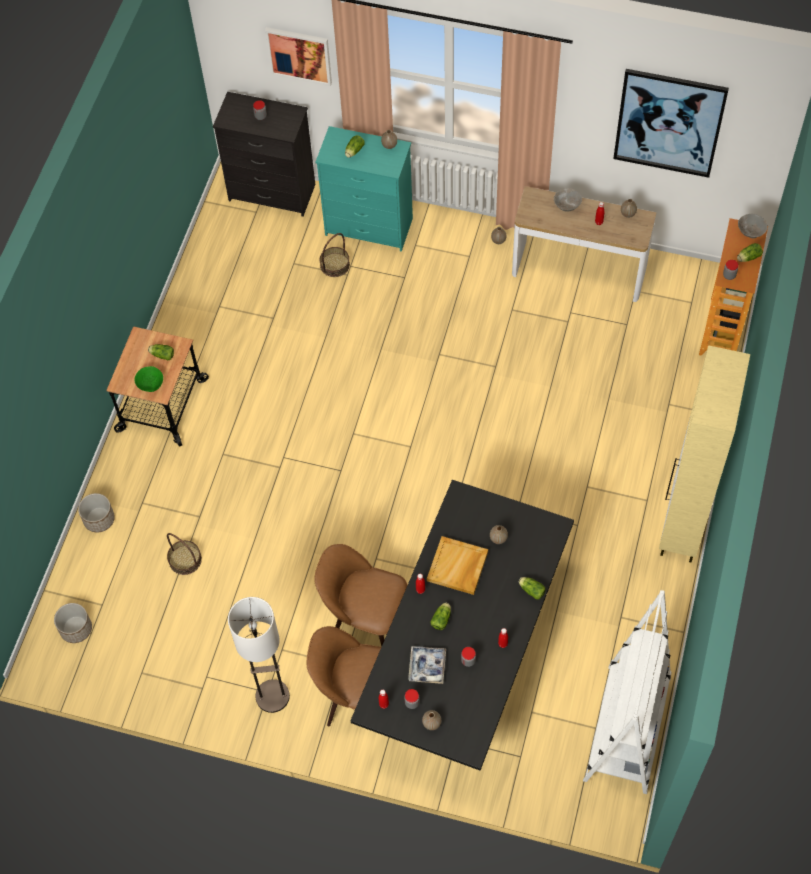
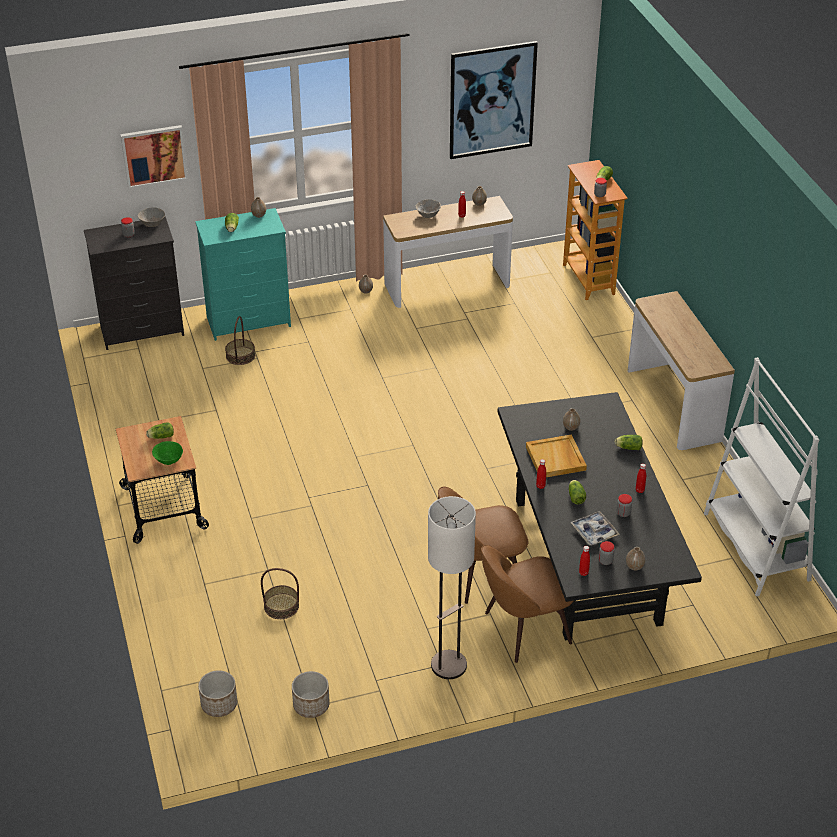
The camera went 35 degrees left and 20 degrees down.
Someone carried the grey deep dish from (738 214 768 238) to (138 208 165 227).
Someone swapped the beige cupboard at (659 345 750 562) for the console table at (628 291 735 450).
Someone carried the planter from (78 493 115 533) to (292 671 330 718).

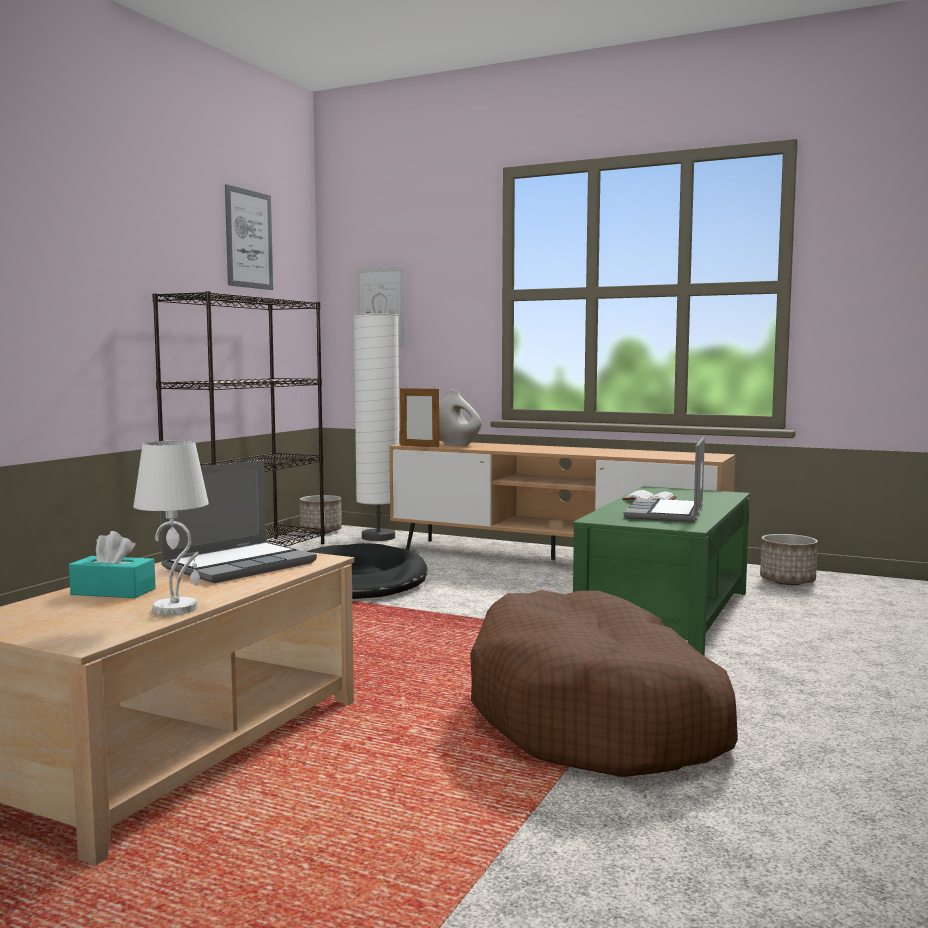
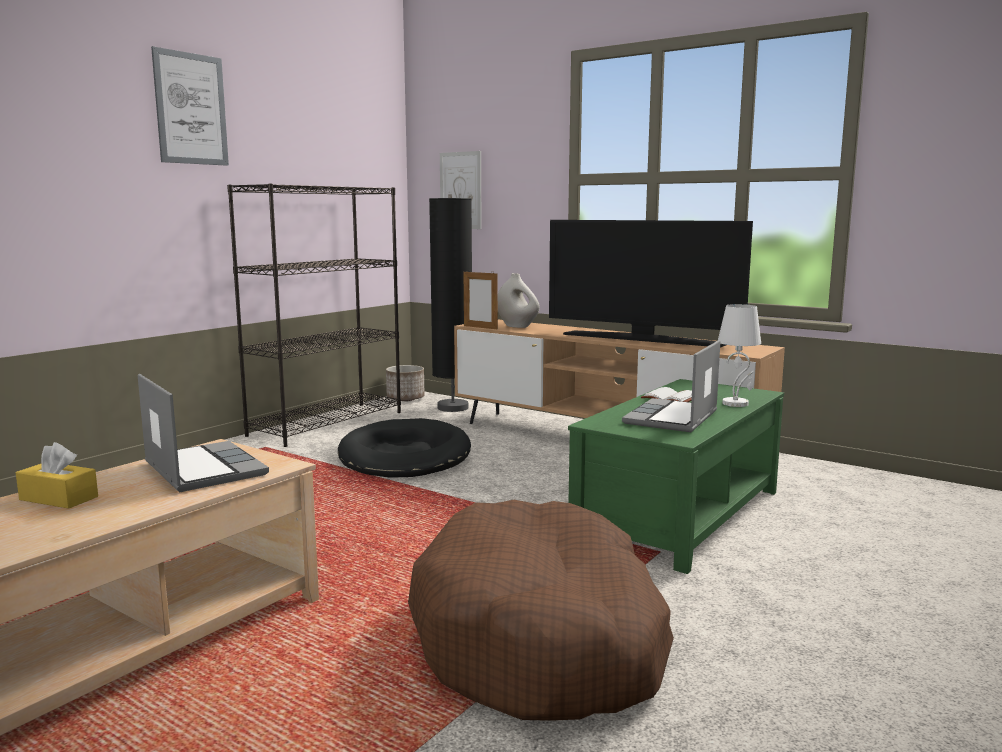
The camera went 10 degrees right and 5 degrees up.
Someone carried the picture from (225 184 273 290) to (151 46 229 166).
Someone repainted the whitish standing lamp at (354 313 399 541), which became the blackish standing lamp at (429 198 472 412).
Someone carried the whitish lamp for a table from (133 441 209 615) to (718 304 761 407).
Someone rotated the notebook computer at (160 460 317 583) by 90 degrees counterclockwise.
Someone repainted the turquoise-coloured tissue box at (69 531 156 598), which became the yellow-coloured tissue box at (16 442 98 509).
Someone took away the planter at (760 534 818 585).
Someone put down the television at (549 220 753 347).

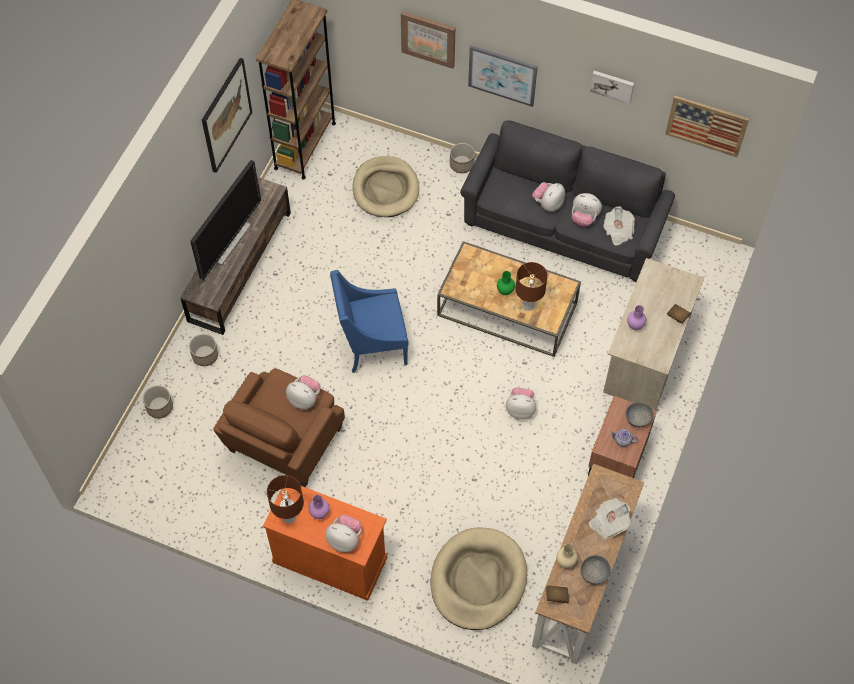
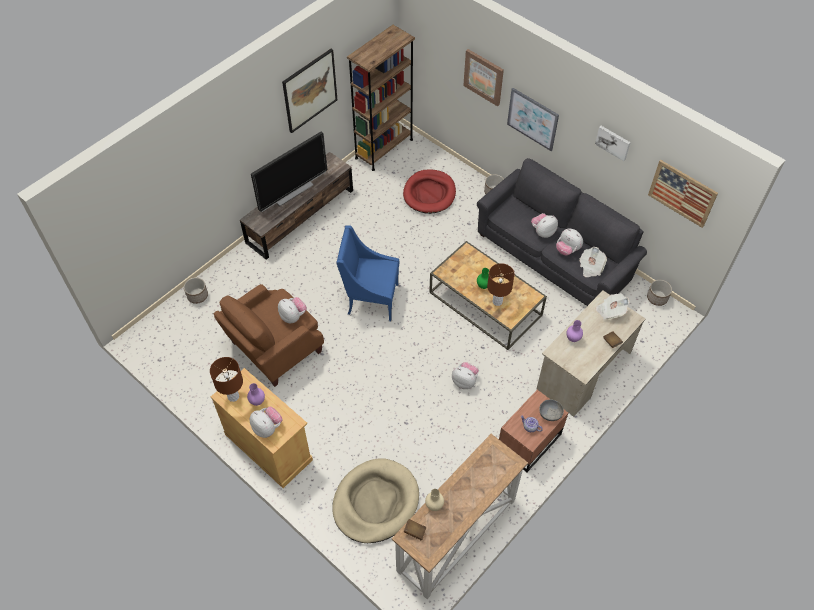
The camera went 20 degrees right and 5 degrees down.
Someone repainted the beige pet bed at (353 156 419 217), which became the reddish pet bed at (403 169 456 214).
Someone carried the planter from (189 334 218 366) to (647 280 672 306).
Someone repainted the orange-coloured cupboard at (263 486 387 601), which became the beige cupboard at (211 368 313 488).
Someone carried the daily paper from (589 498 631 539) to (595 293 630 320).
Someone took away the grey deep dish at (580 555 611 584).

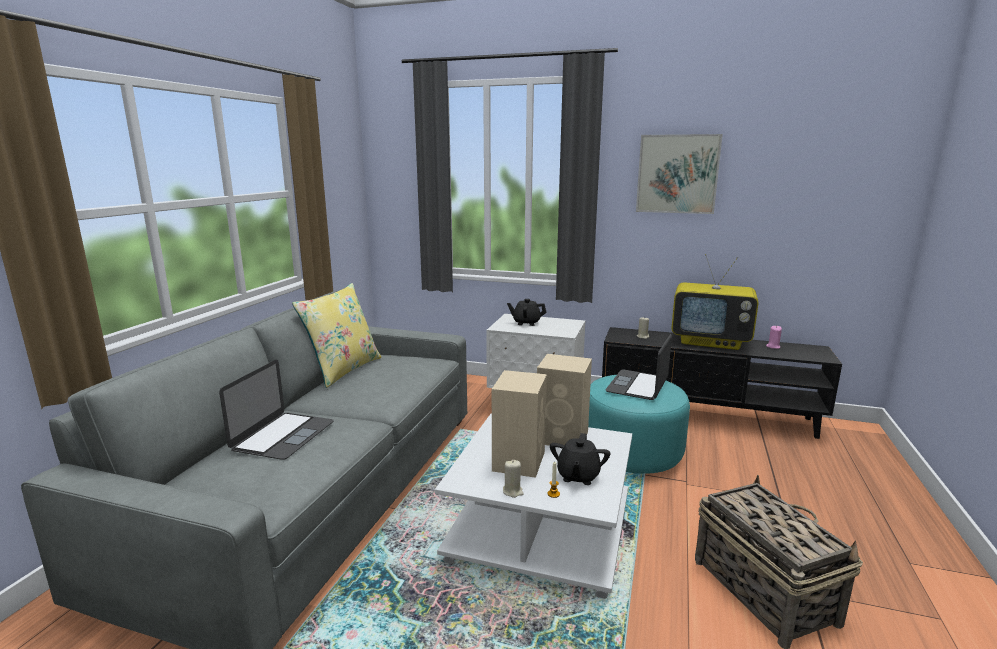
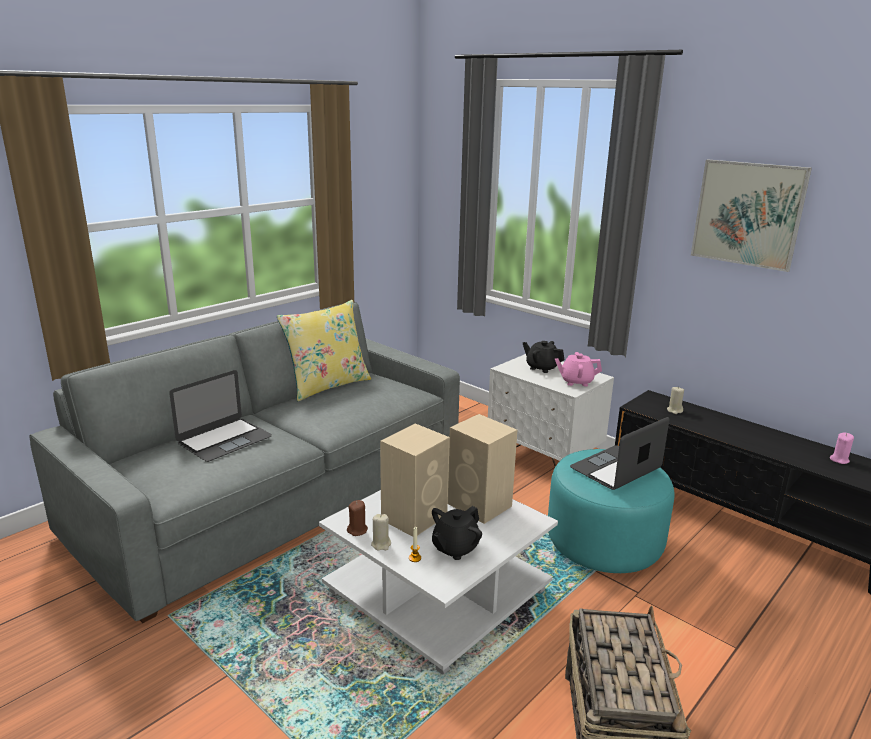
The camera went 25 degrees right and 5 degrees up.
Someone took away the television at (672 254 759 350).
Someone put down the pinkish tea pot at (555 352 602 386).
Someone put down the brown-coloured wax light at (347 500 368 536).

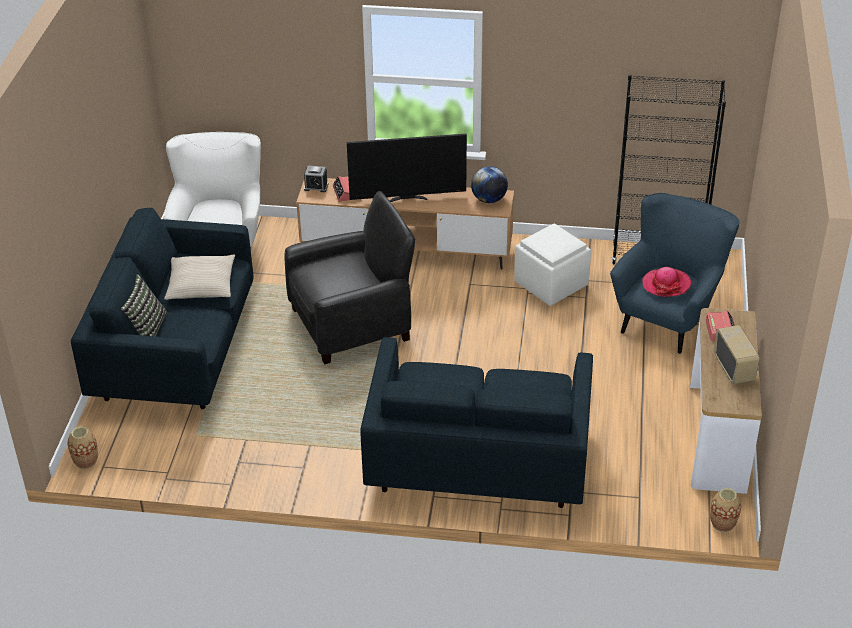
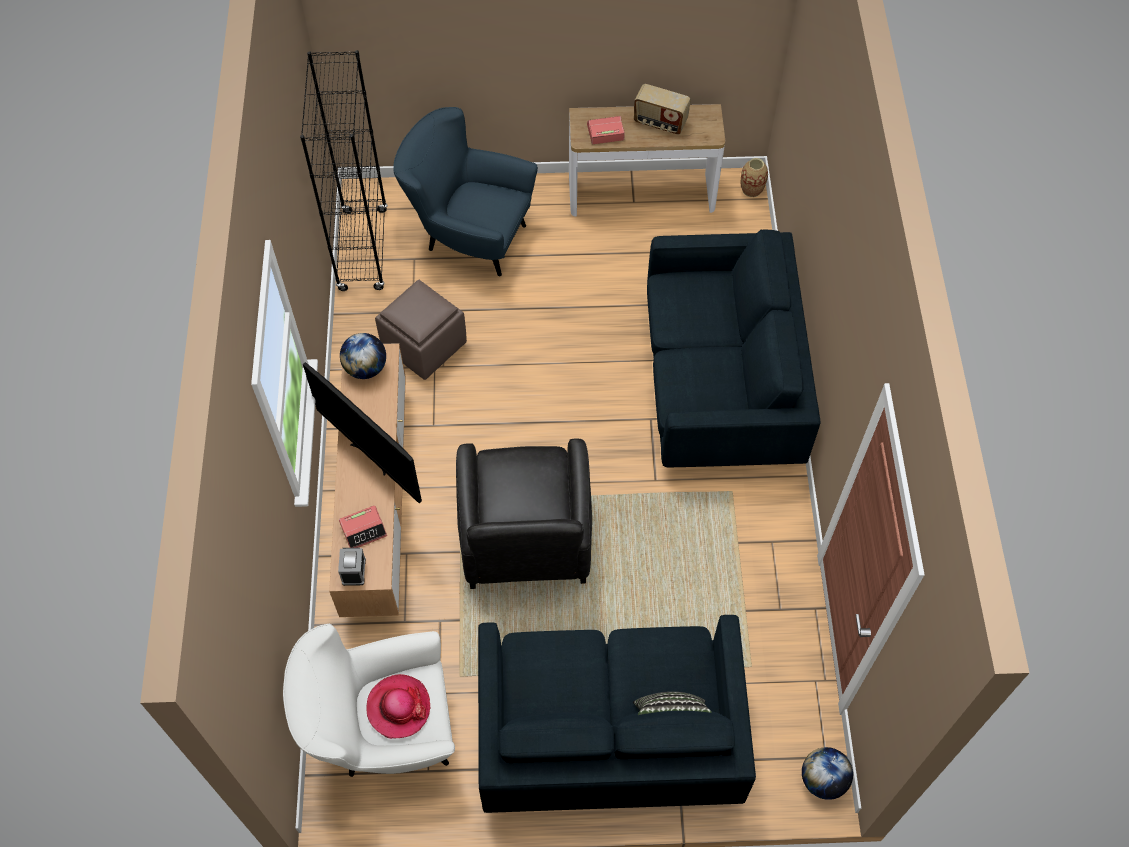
The camera went 100 degrees left and 20 degrees up.
Someone rotated the television at (347 134 467 202) by 150 degrees clockwise.
Someone rotated the blackish armchair at (285 191 415 364) by 150 degrees counterclockwise.
Someone repainted the whitish footrest at (514 223 591 306), which became the brown-coloured footrest at (375 279 467 380).
Someone took away the beige cushion at (164 254 235 300).
Someone carried the hat from (642 267 691 297) to (366 674 430 739).
Someone rotated the radio receiver at (714 325 759 384) by 135 degrees counterclockwise.
Someone swapped the flower vase at (68 427 98 469) for the desk globe at (802 747 853 800).

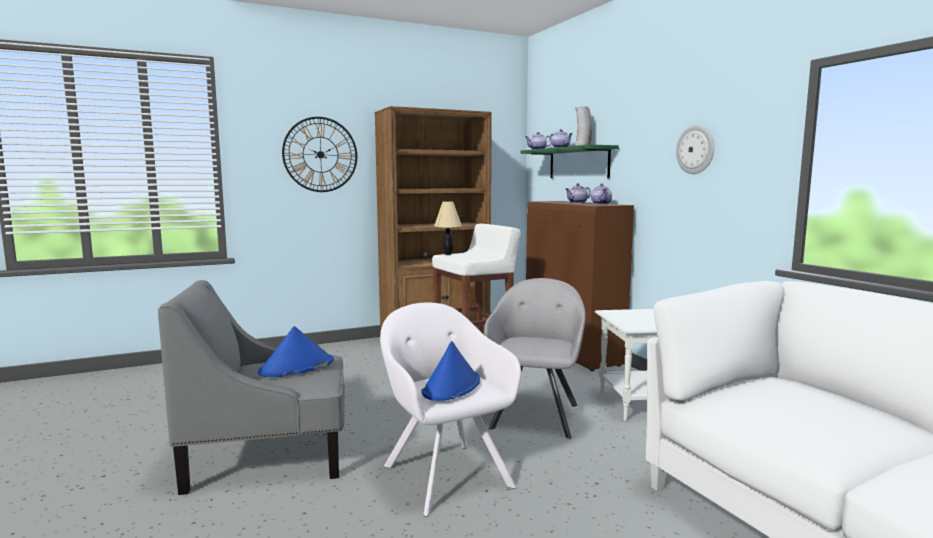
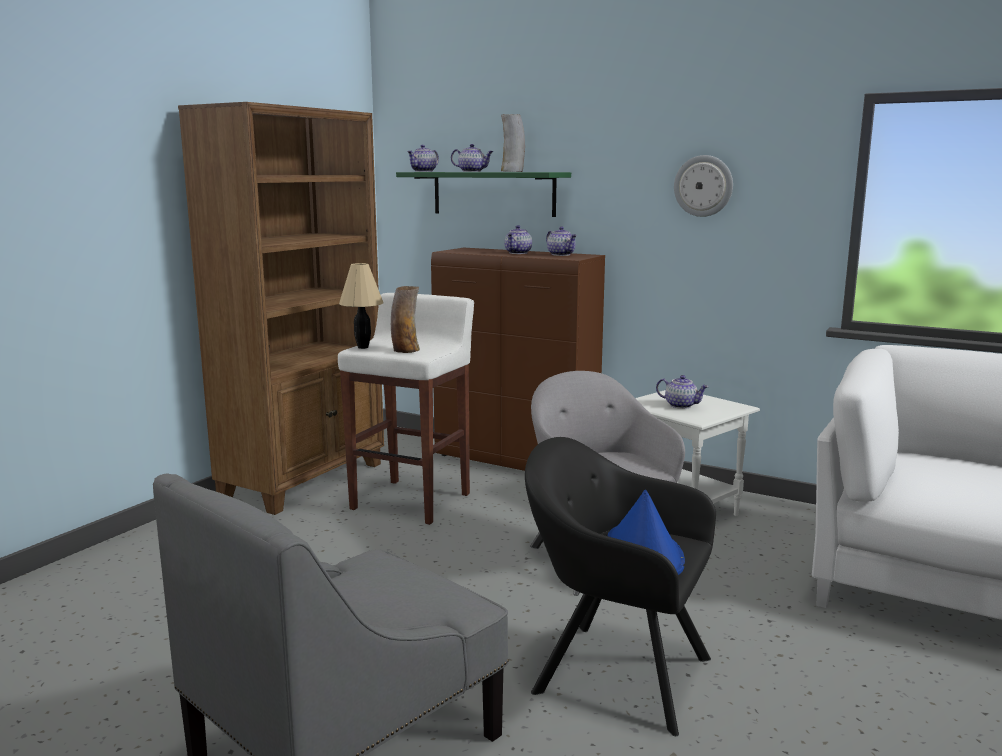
The camera went 35 degrees left and 5 degrees up.
Someone took away the hanging clock at (282 117 357 192).
Someone repainted the whitish armchair at (380 303 521 517), which became the blackish armchair at (525 437 716 736).
Someone took away the blue-coloured hat at (258 326 334 377).
Someone put down the flower vase at (391 286 420 353).
Someone put down the tea pot at (656 375 709 409).

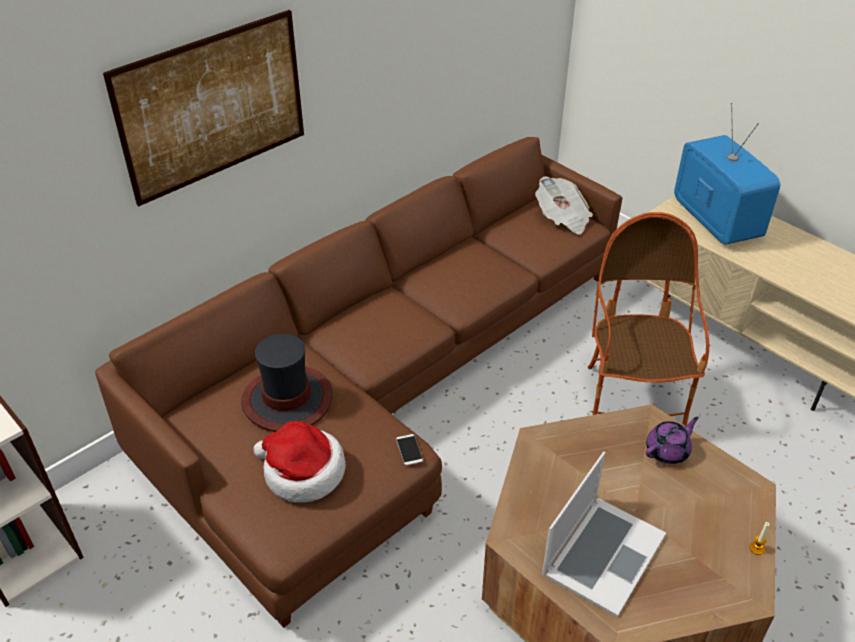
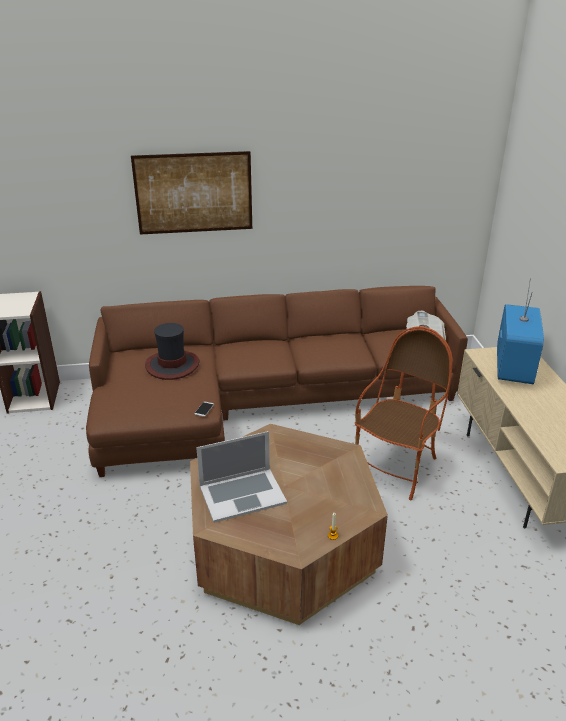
The camera went 35 degrees right and 10 degrees down.
Someone took away the purple-coloured tea pot at (646 417 699 464).
Someone took away the hat at (253 421 346 503).

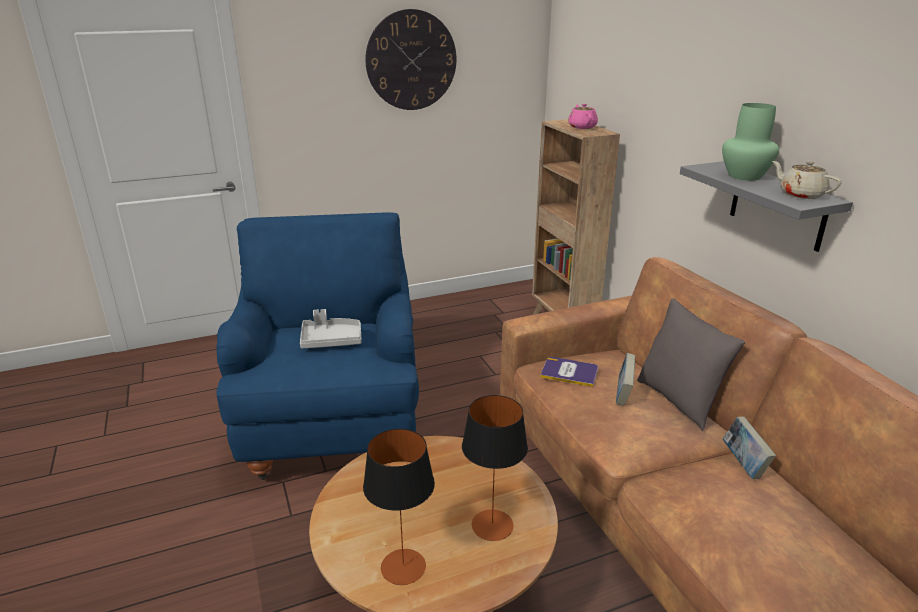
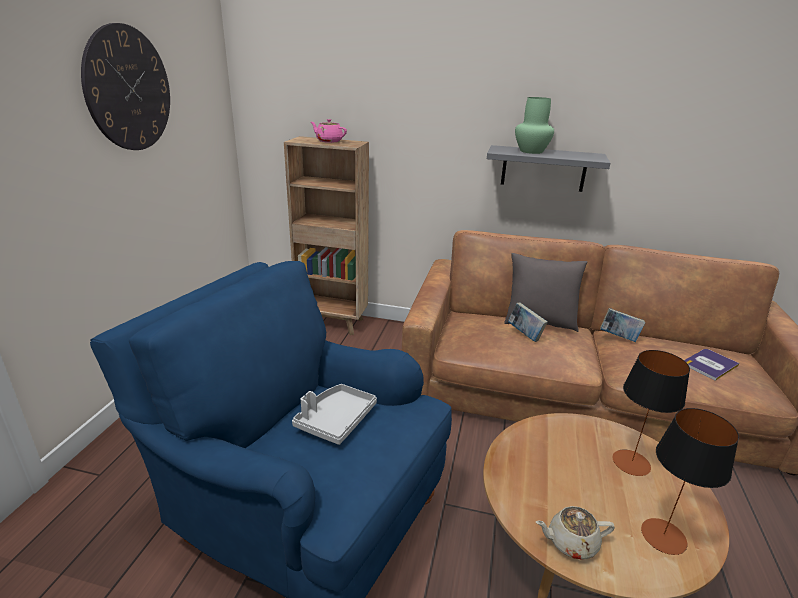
The camera went 55 degrees left and 0 degrees up.
Someone carried the beige tea pot from (772 161 841 199) to (536 506 615 560).
Someone carried the book from (540 357 598 387) to (684 349 739 381).

